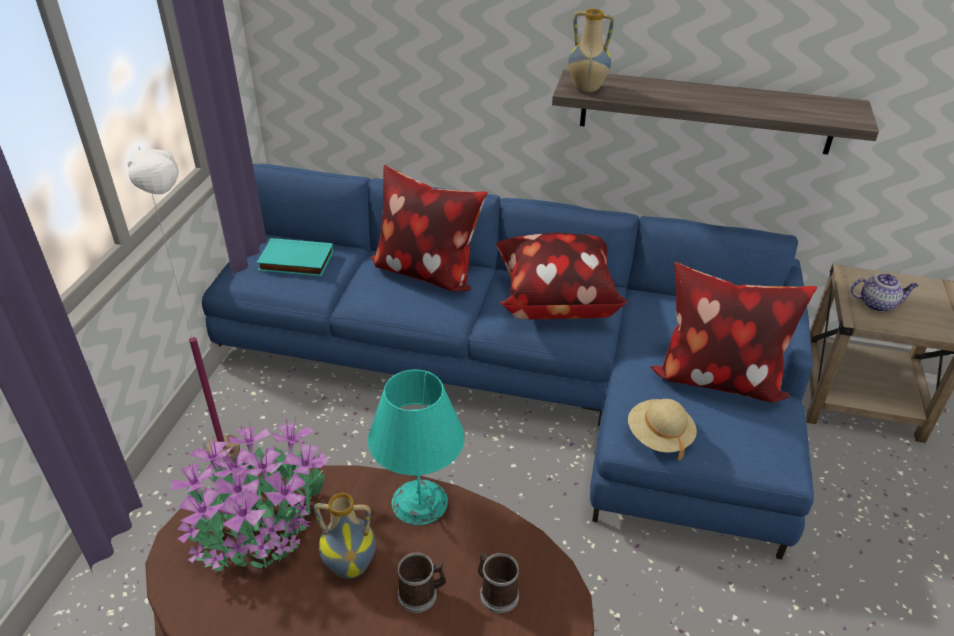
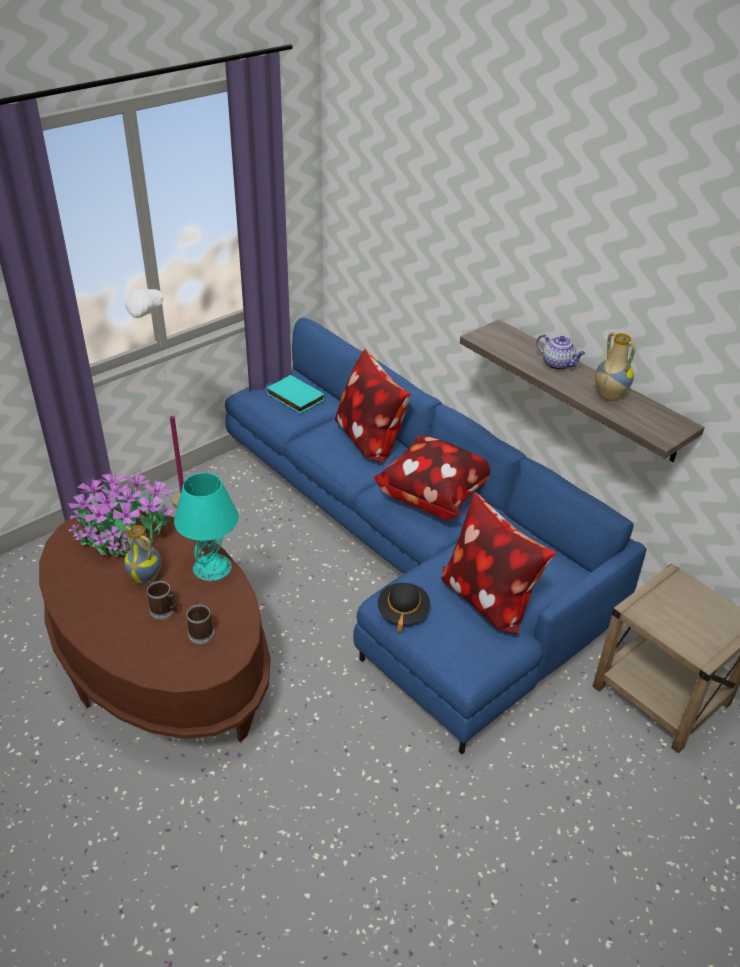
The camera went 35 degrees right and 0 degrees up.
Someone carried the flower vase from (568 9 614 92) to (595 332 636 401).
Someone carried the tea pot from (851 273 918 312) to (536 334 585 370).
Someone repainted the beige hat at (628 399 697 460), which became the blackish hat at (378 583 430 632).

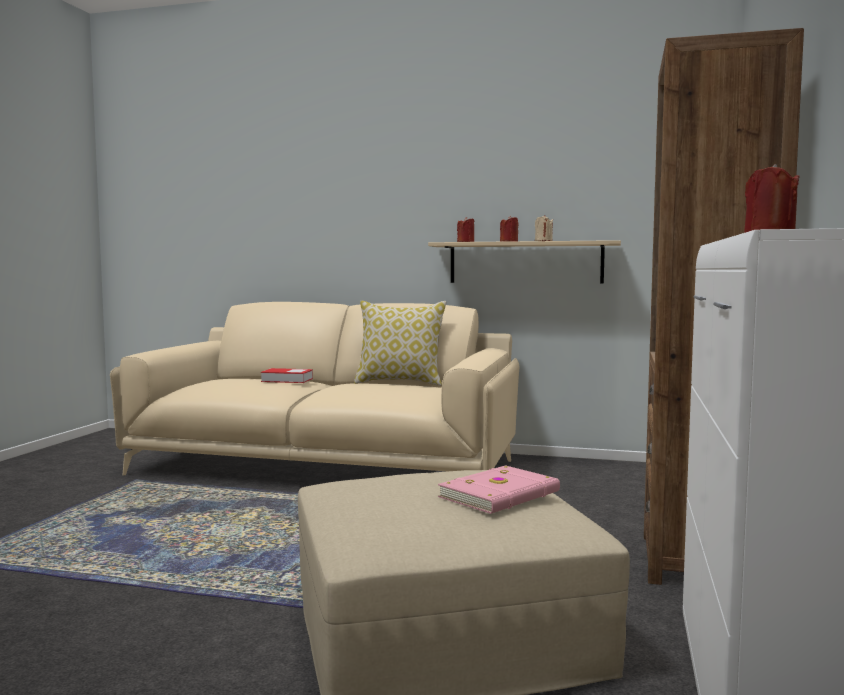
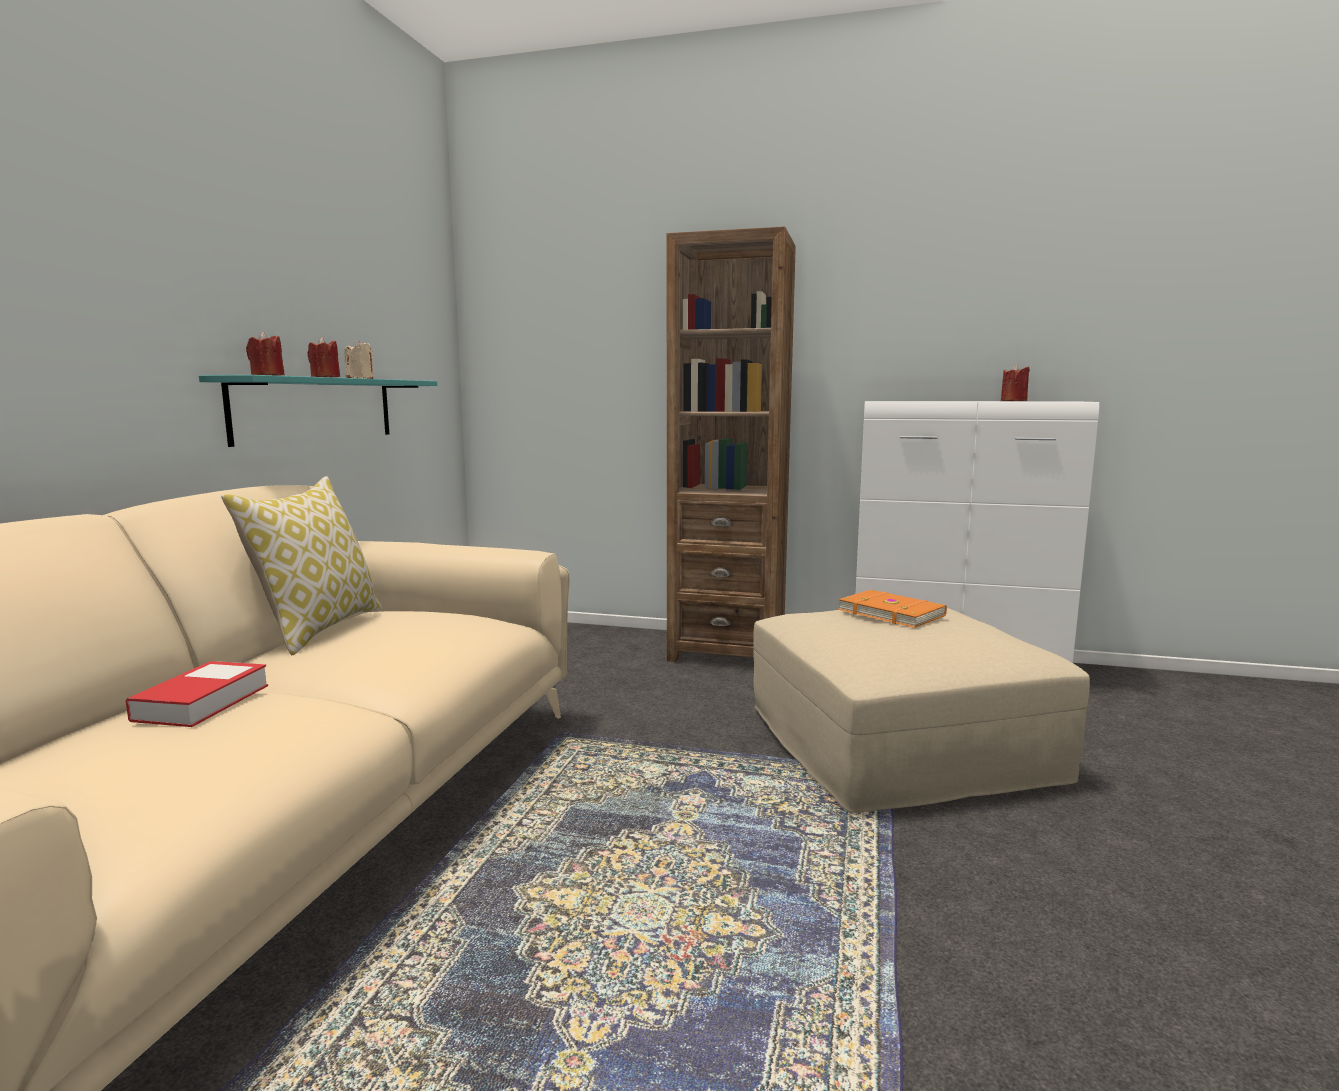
The camera went 90 degrees left and 5 degrees up.
Someone repainted the beige shelf at (428 240 621 283), which became the turquoise-coloured shelf at (199 375 437 447).
Someone repainted the pinkish book at (438 465 560 514), which became the orange-coloured book at (838 590 947 628).

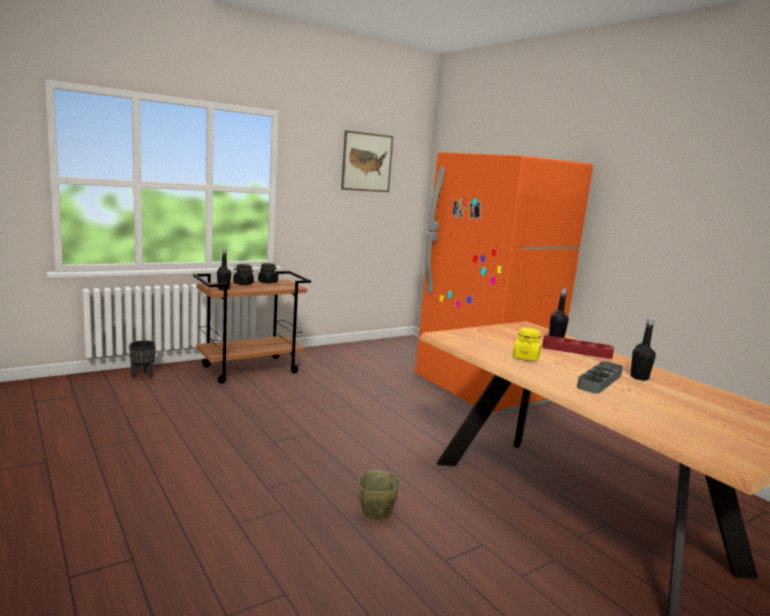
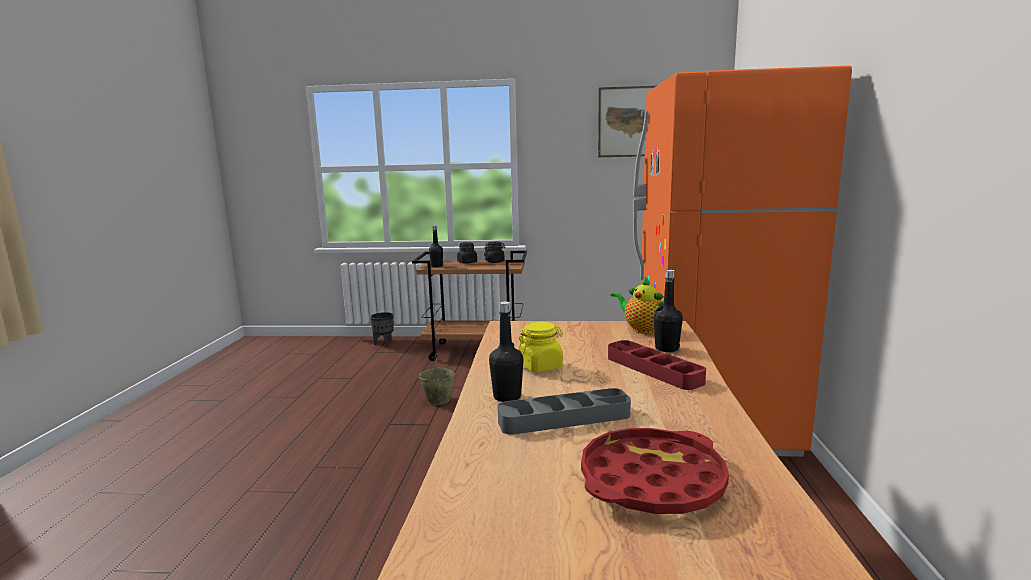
The camera went 40 degrees right and 0 degrees up.
Someone carried the blackish drink bottle from (630 318 656 380) to (489 301 523 402).
Someone carried the beige pail from (358 458 401 521) to (419 356 455 405).
Someone put down the tea pot at (611 277 664 334).
Someone put down the reddish tray at (581 428 729 514).

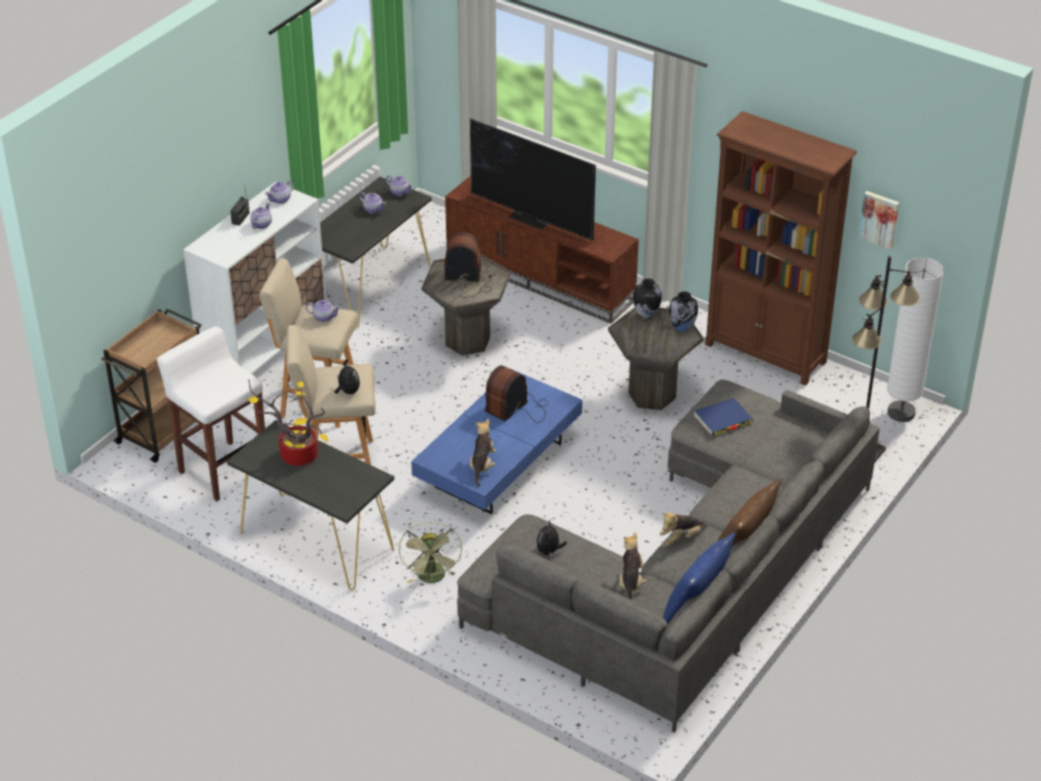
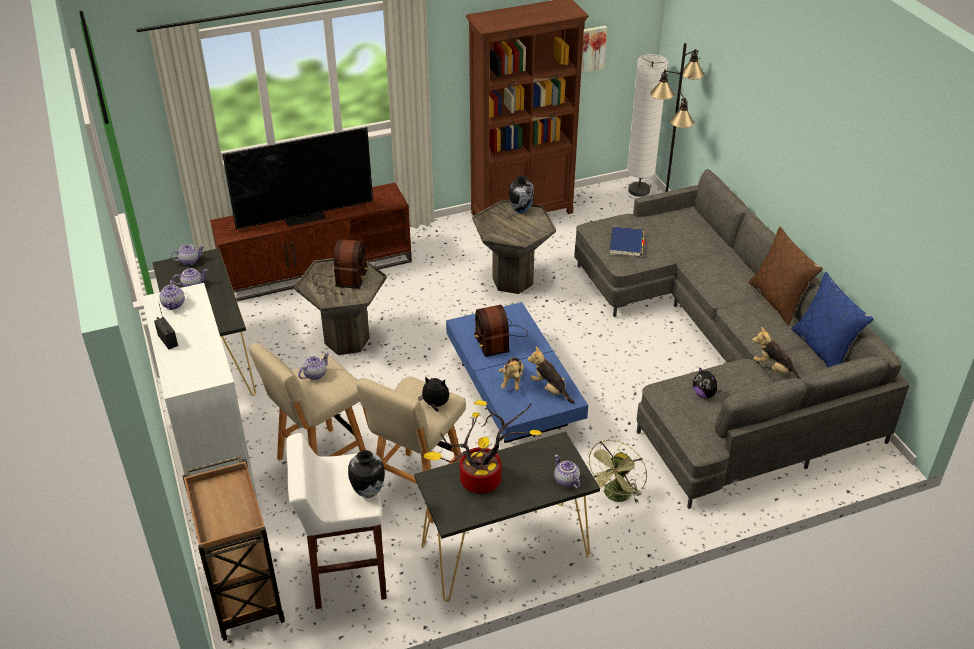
The camera went 55 degrees left and 0 degrees up.
Someone carried the tea pot from (250 203 272 229) to (554 454 580 489).
Someone rotated the radio receiver at (444 232 492 298) by 150 degrees clockwise.
Someone carried the flower vase from (633 278 662 319) to (348 450 385 498).
Someone carried the cuddly toy from (660 513 707 546) to (499 357 524 391).
Someone rotated the green electric fan at (399 522 462 583) by 90 degrees clockwise.

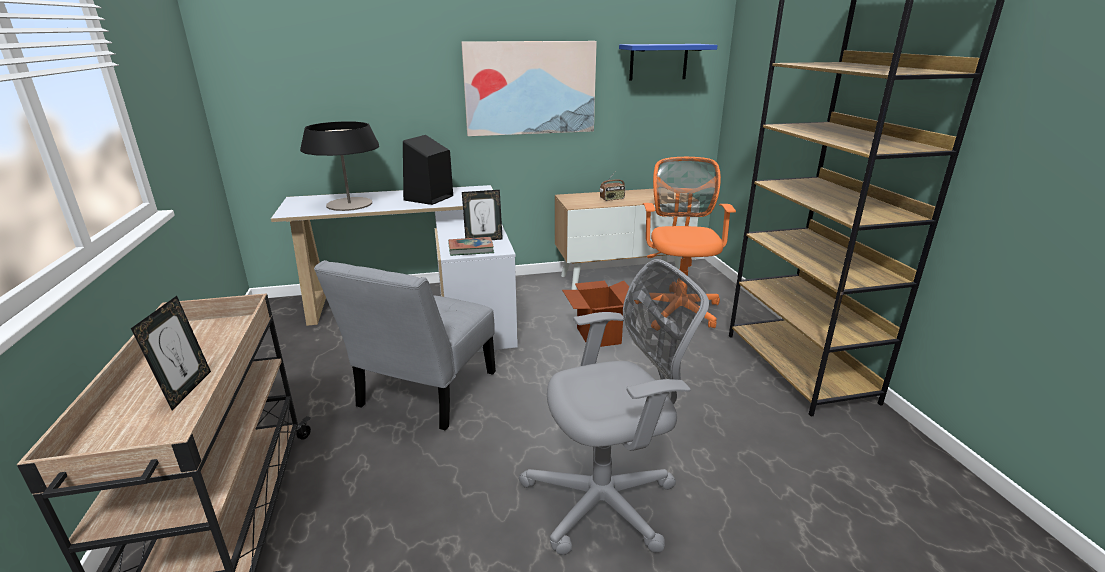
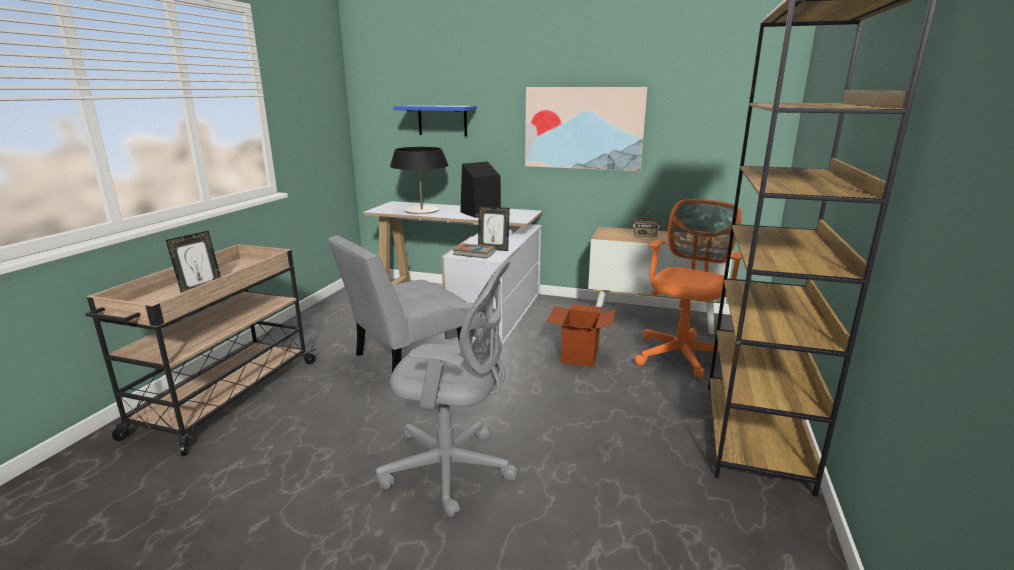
The camera went 30 degrees right and 5 degrees down.
Someone carried the blue-coloured shelf from (619 44 718 80) to (393 105 477 136).

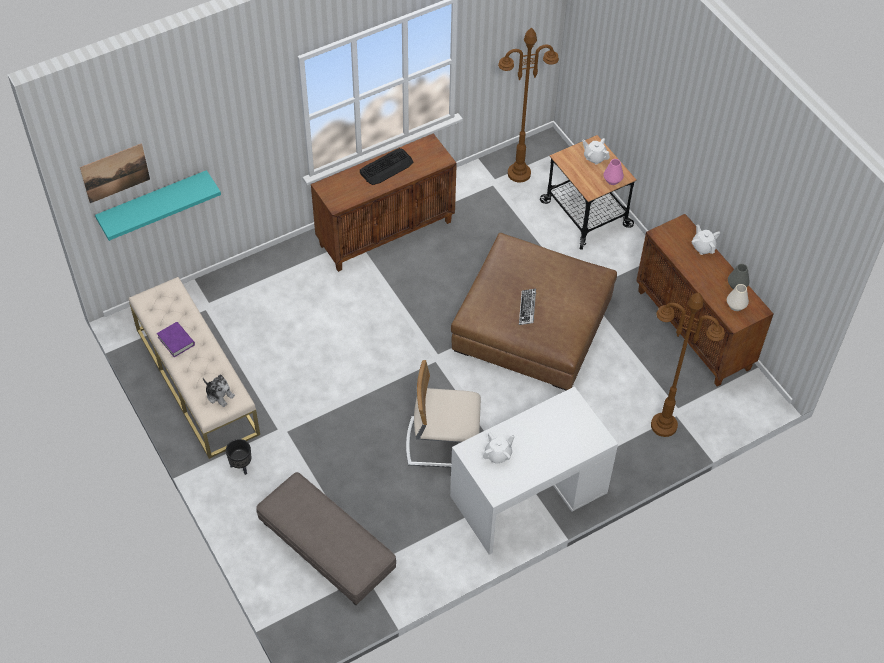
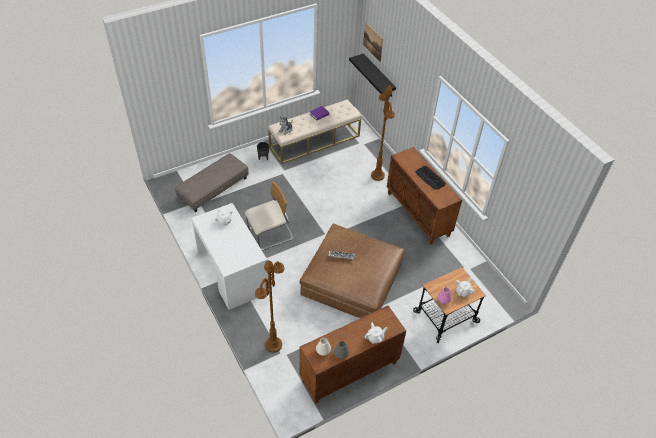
The camera went 90 degrees right and 5 degrees down.
Someone carried the brown-coloured standing lamp from (498 27 559 182) to (371 85 395 181).
Someone repainted the turquoise-coloured shelf at (95 170 221 241), which became the blackish shelf at (349 53 396 97).
Someone rotated the beige chair at (406 360 481 468) by 60 degrees clockwise.

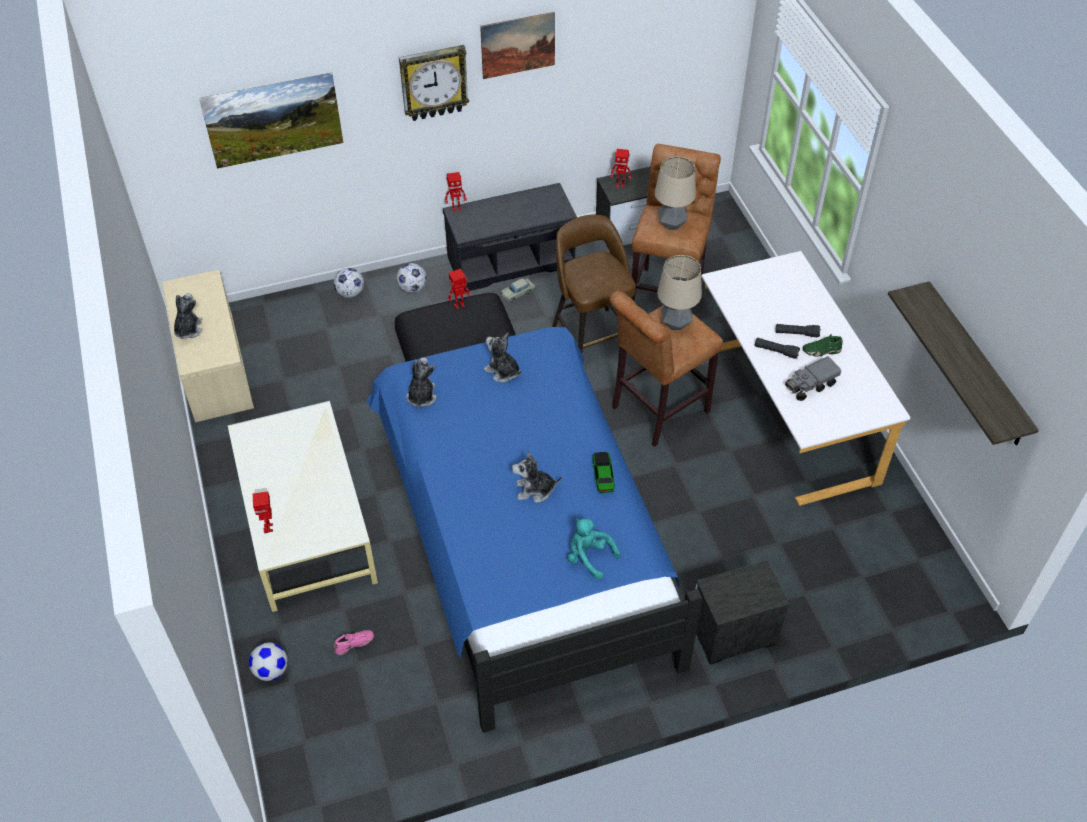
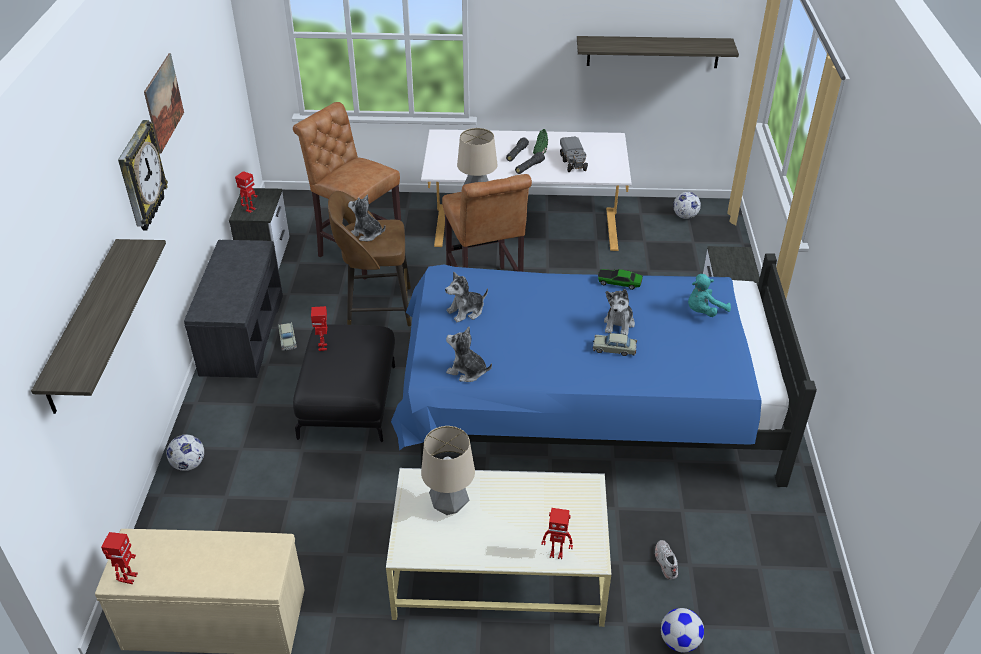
The camera went 70 degrees left and 10 degrees down.
Someone swapped the picture at (199 73 343 169) for the shelf at (31 239 166 414).
Someone carried the lamp for a table from (655 157 696 230) to (421 426 475 515).
Someone carried the toy robot from (445 172 467 212) to (101 532 138 584).
Someone carried the football from (397 263 427 293) to (673 192 701 219).
Someone carried the cuddly toy from (174 293 202 339) to (348 194 386 241).
Someone repainted the pinkish low shoe at (333 630 374 655), which became the whitish low shoe at (655 540 678 579).
Someone put down the beige miniature car at (592 333 637 356).

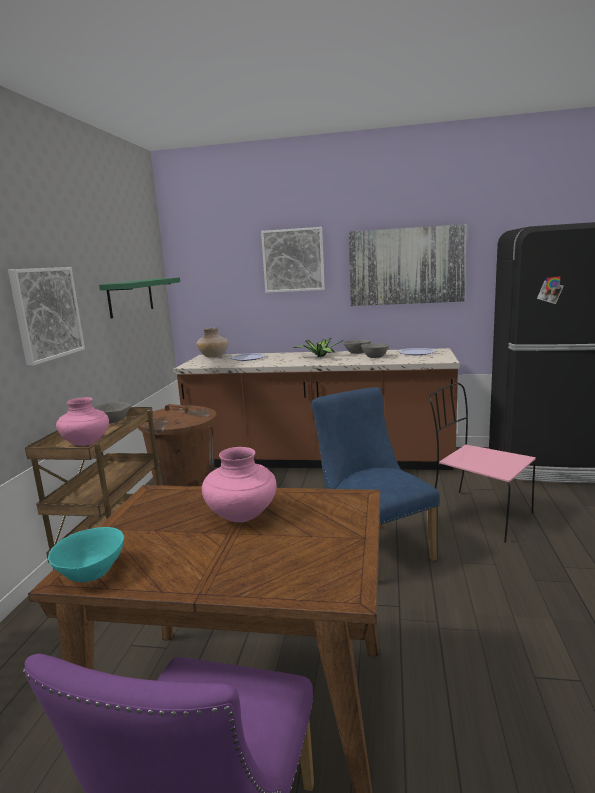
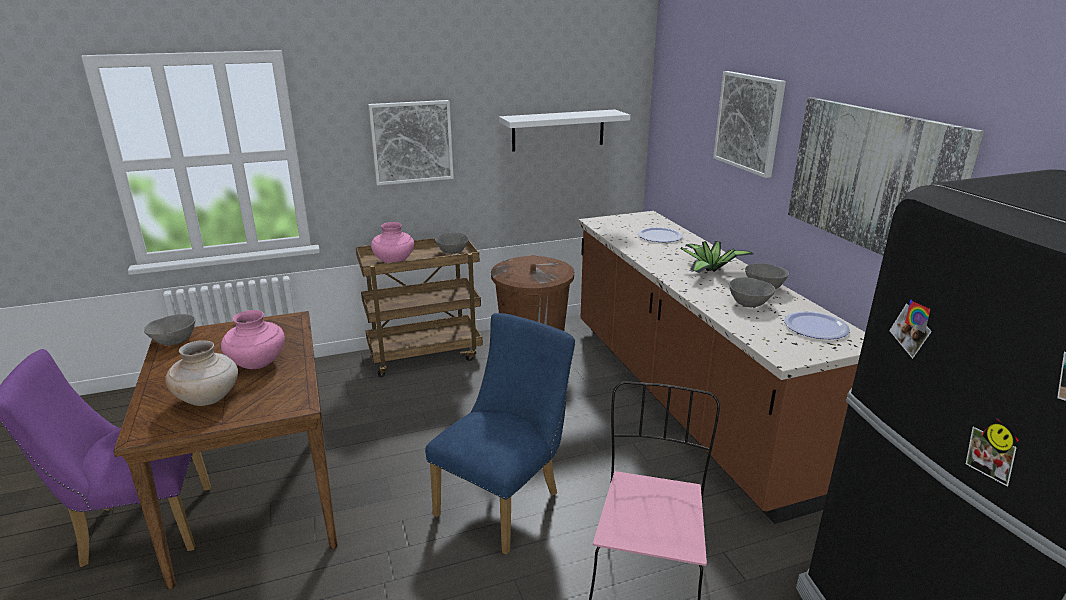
The camera went 60 degrees right and 10 degrees up.
Someone repainted the green shelf at (99 277 180 319), which became the whitish shelf at (499 109 631 152).
Someone carried the beige flower vase from (197 328 229 358) to (165 340 238 406).
Someone repainted the turquoise-coloured deep dish at (48 527 124 582), which became the grey deep dish at (144 314 195 345).

